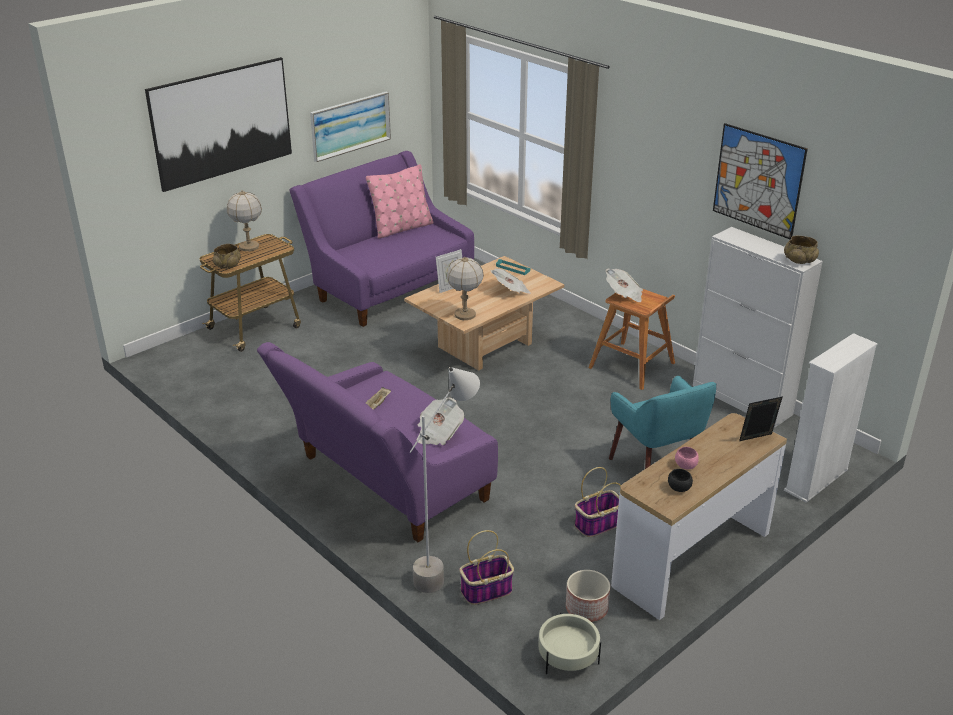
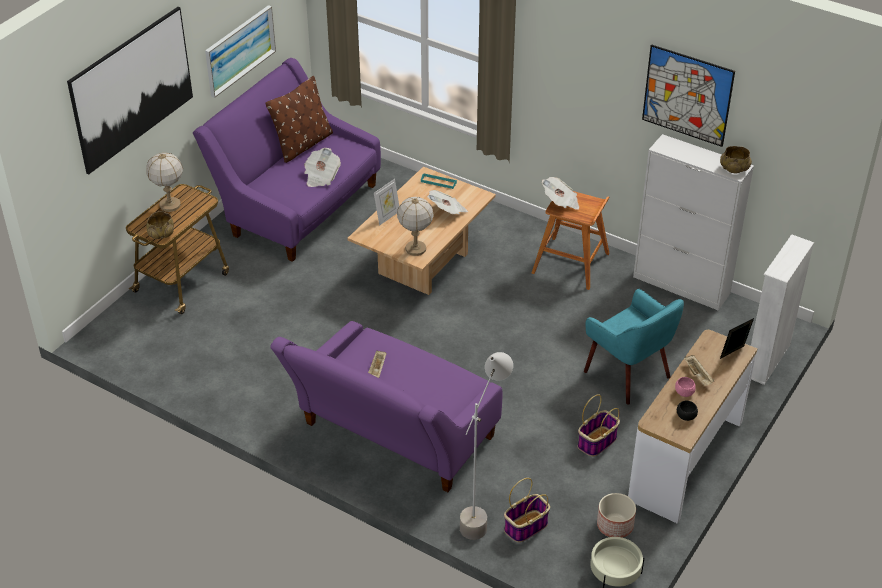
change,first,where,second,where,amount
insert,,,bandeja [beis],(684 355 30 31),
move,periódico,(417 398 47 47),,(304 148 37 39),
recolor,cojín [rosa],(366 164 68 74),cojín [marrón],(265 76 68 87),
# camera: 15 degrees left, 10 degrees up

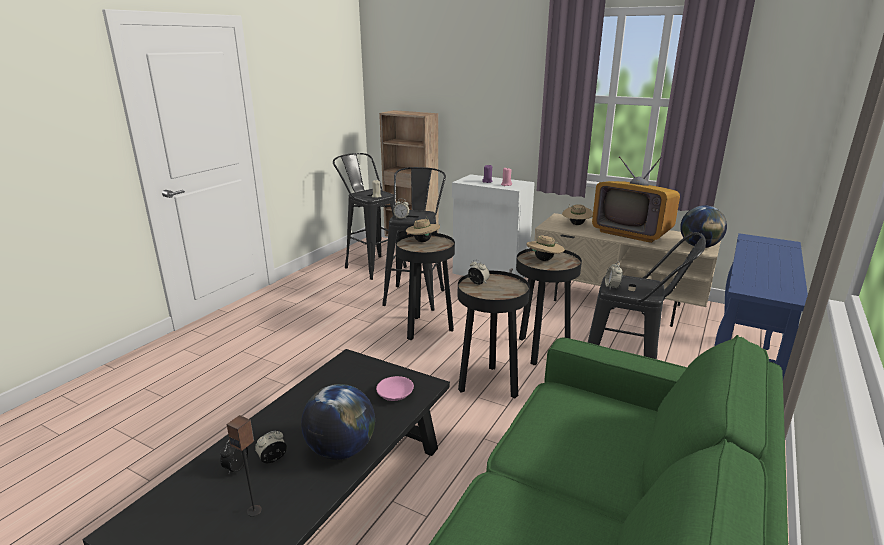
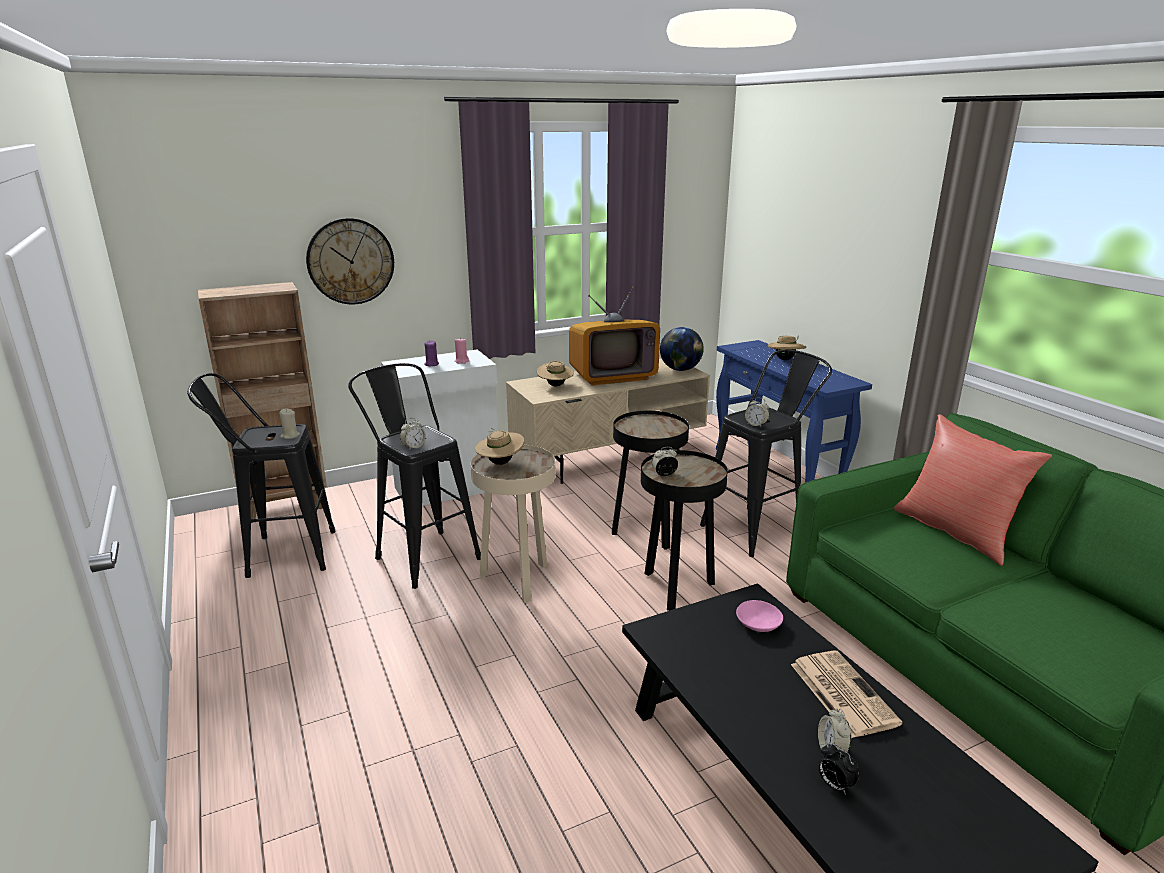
change,first,where,second,where,amount
delete,altavoz,(227 415 35 102),,,
insert,,,reloj de pared,(306 218 88 87),
insert,,,cojín [rojo],(894 414 158 152),
move,sombrero [beis],(526 236 39 25),,(768 335 38 25),
replace,globo terráqueo,(301 384 74 76),periódico,(791 651 112 87),
recolor,mesa auxiliar [negro],(396 233 59 107),mesa auxiliar [beis],(471 445 85 157),
# camera: 55 degrees left, 0 degrees up

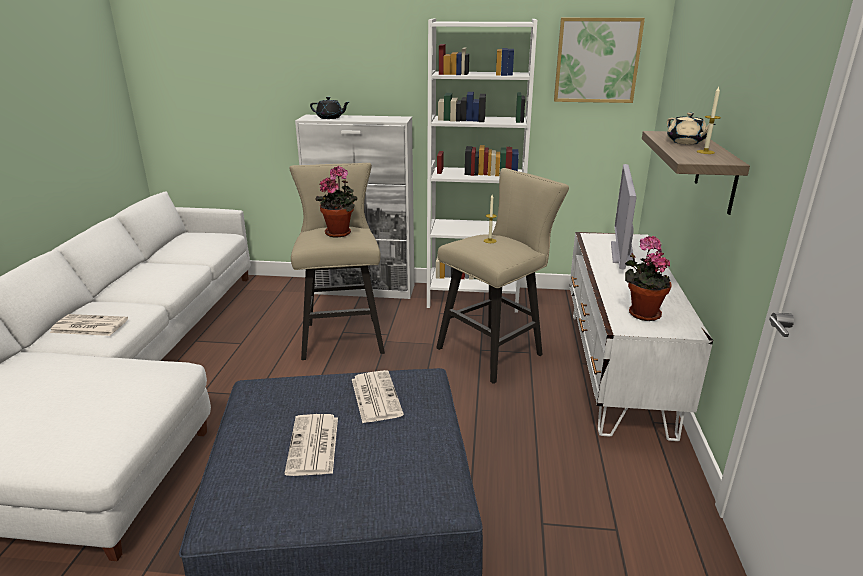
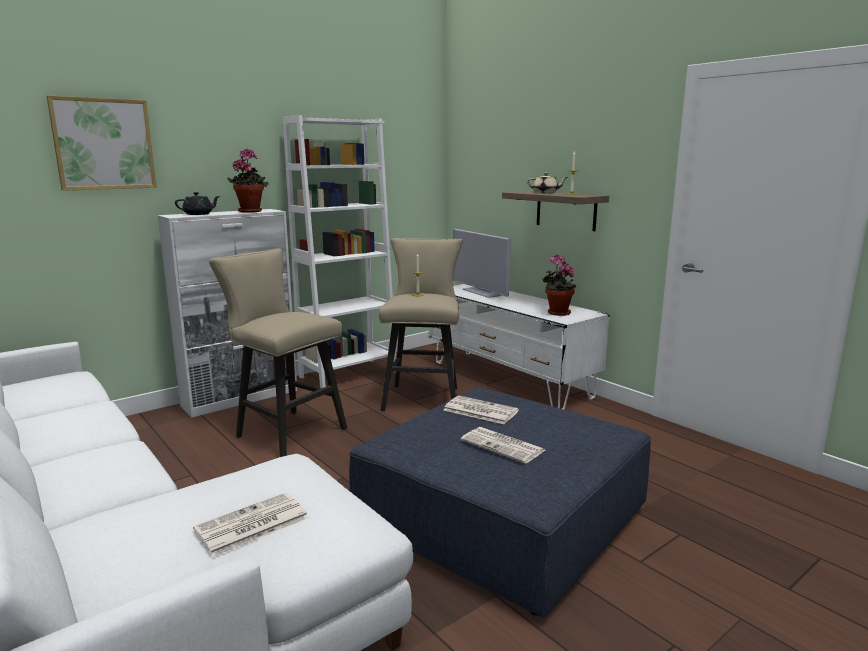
change,first,where,second,where,amount
move,periódico,(50 314 78 22),,(193 493 116 64),
move,planta en maceta,(315 166 42 72),,(227 149 42 64),
move,cuadro,(554 18 91 85),,(47 96 110 95),
# camera: 45 degrees left, 10 degrees down

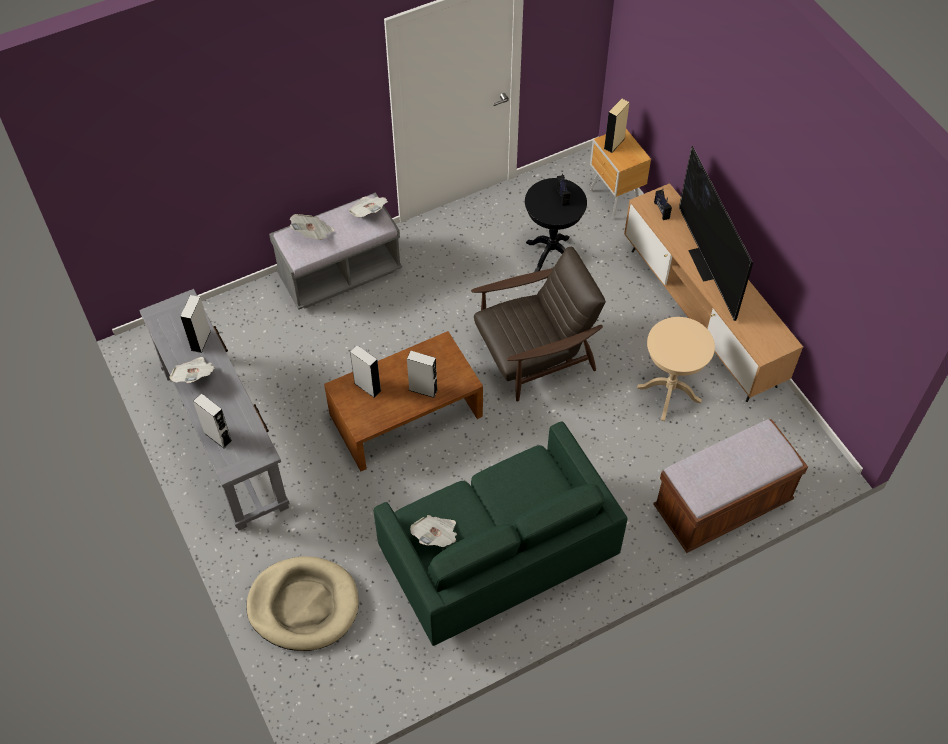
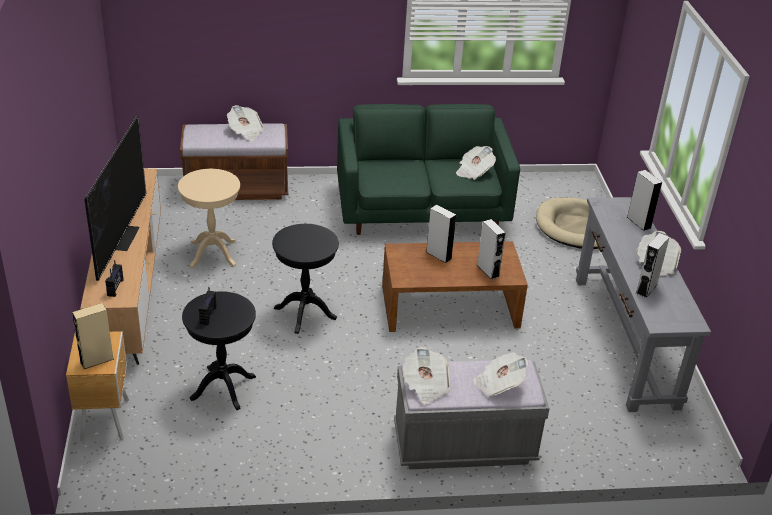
change,first,where,second,where,amount
insert,,,periódico,(227 105 37 36),
replace,sillón [marrón],(471 247 135 155),mesa auxiliar [negro],(272 224 67 110),
# camera: 160 degrees left, 20 degrees down

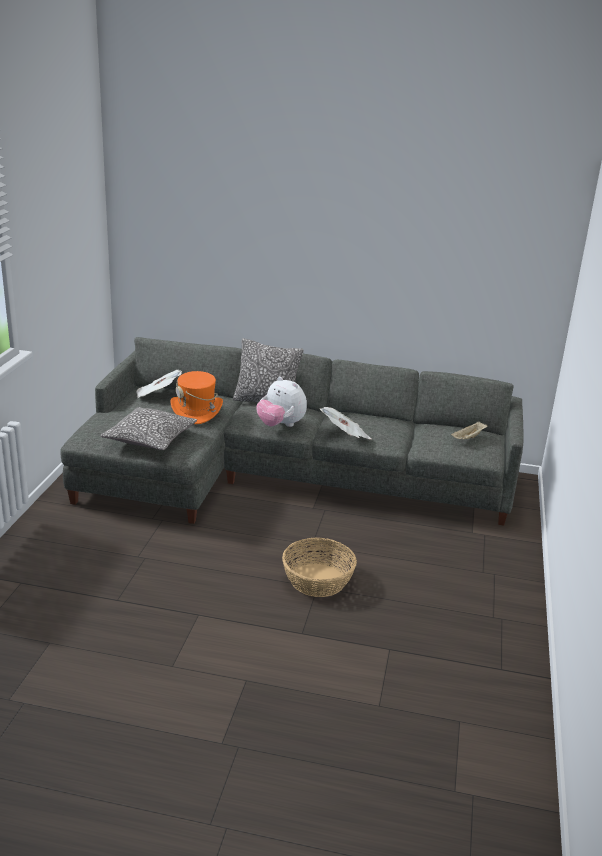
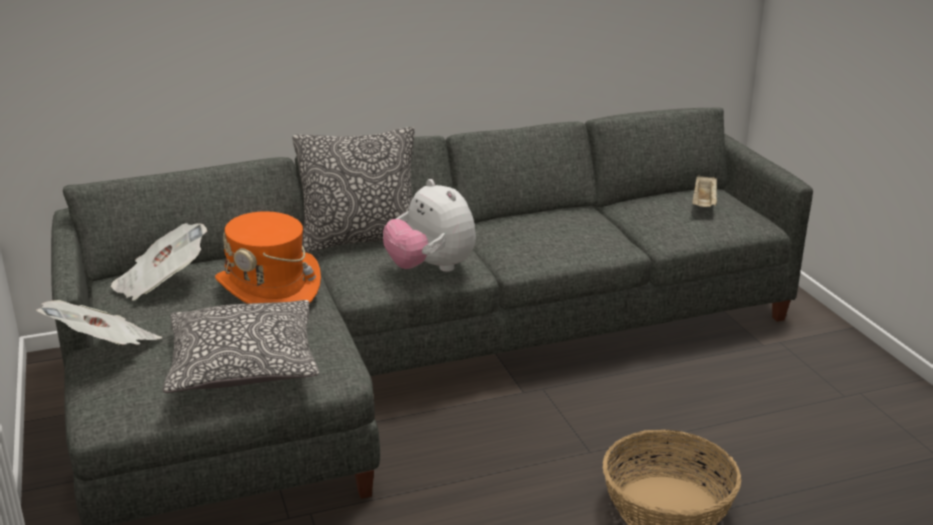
change,first,where,second,where,amount
move,periódico,(320 407 52 32),,(36 300 126 45),
rotate,peluche,(256 377 51 50),,(383 179 93 93),45 degrees clockwise
# camera: 30 degrees left, 0 degrees up

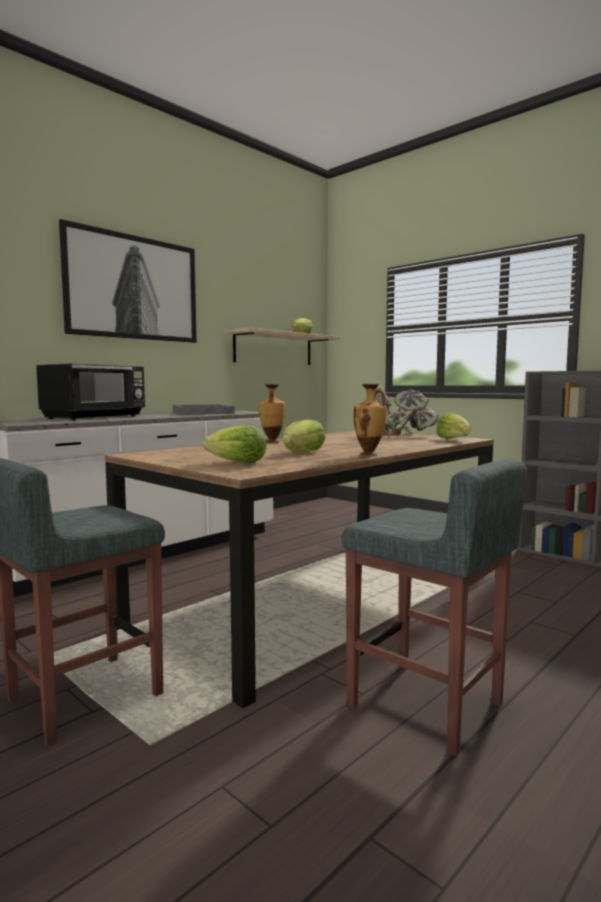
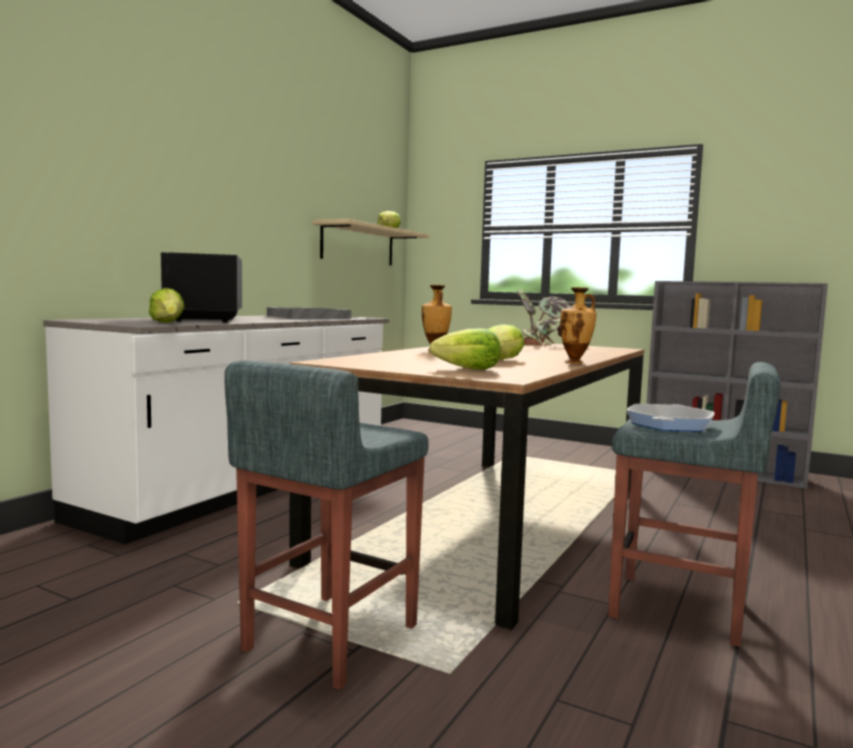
change,first,where,second,where,amount
delete,cuadro,(59 219 138 124),,,
insert,,,sartén,(627 404 88 28),
move,lechuga,(436 413 35 26),,(149 288 36 35),
rotate,microondas [negro],(36 364 109 56),,(160 252 82 70),150 degrees clockwise
# camera: 15 degrees left, 0 degrees up

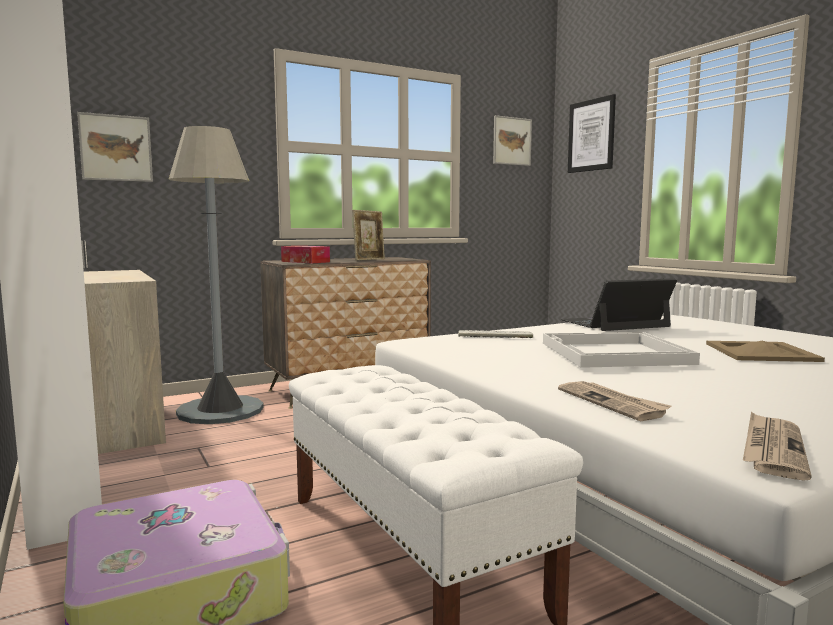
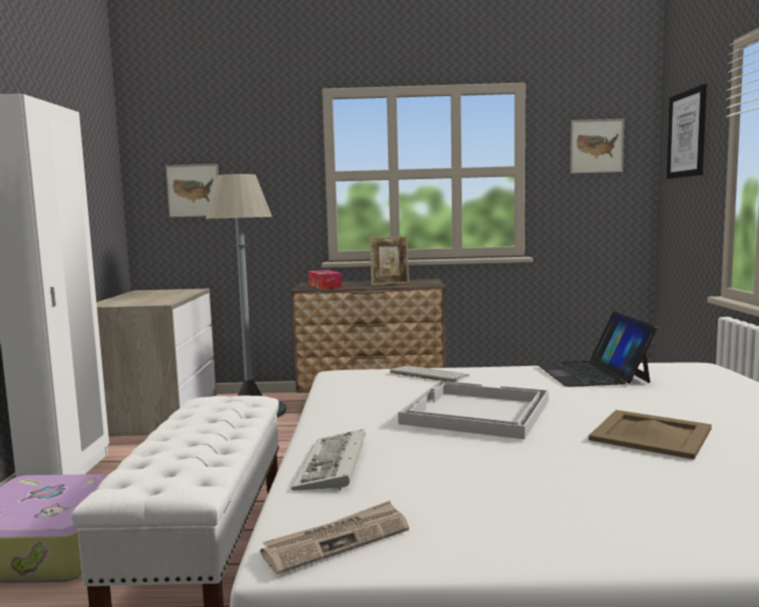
change,first,where,second,where,amount
replace,periódico,(558 381 113 40),teclado,(291 429 75 62),
rotate,portátil,(561 279 116 52),,(536 311 122 76),105 degrees counterclockwise
# camera: 30 degrees right, 0 degrees up

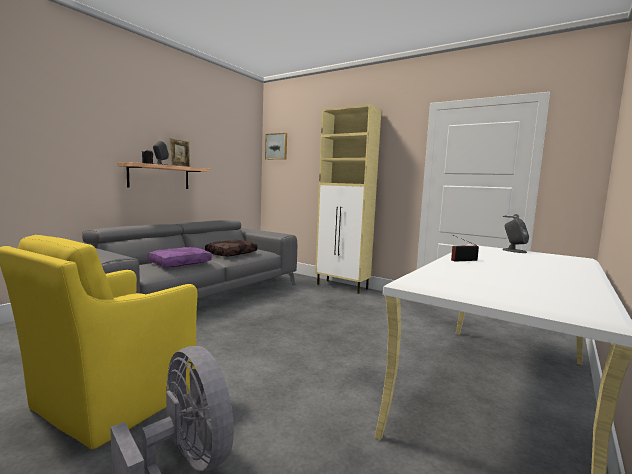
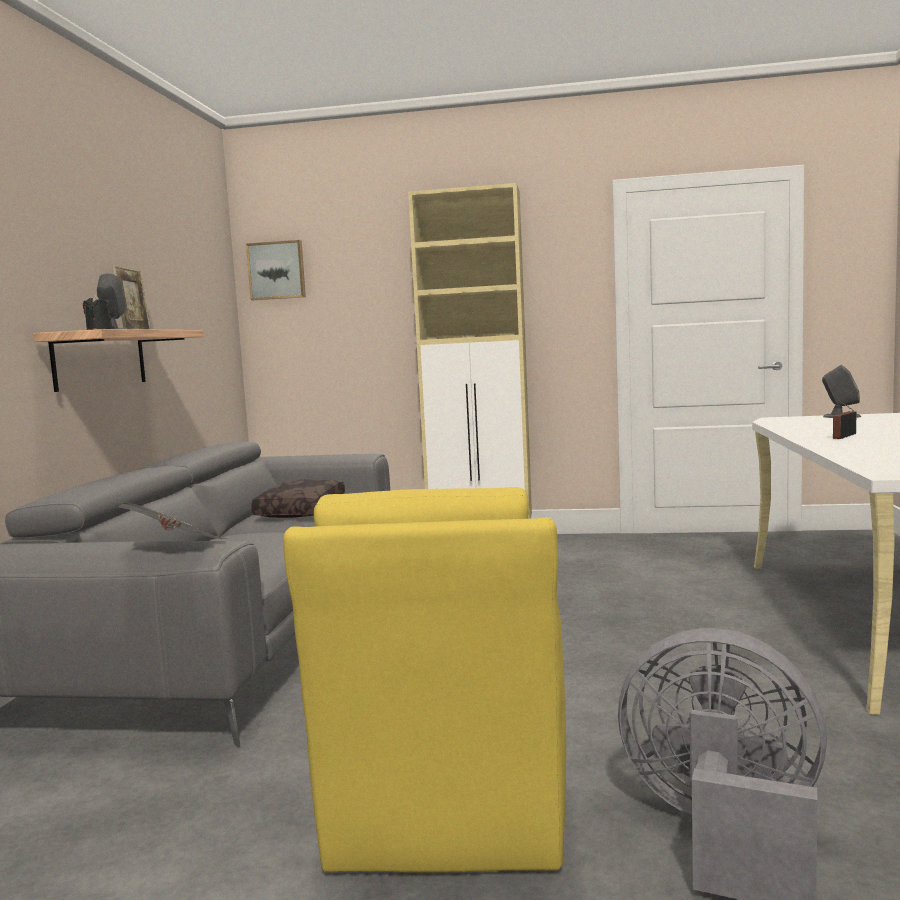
change,first,where,second,where,amount
delete,cojín [morado],(148 247 64 20),,,
insert,,,periódico,(118 502 109 37),
# camera: 25 degrees left, 0 degrees up

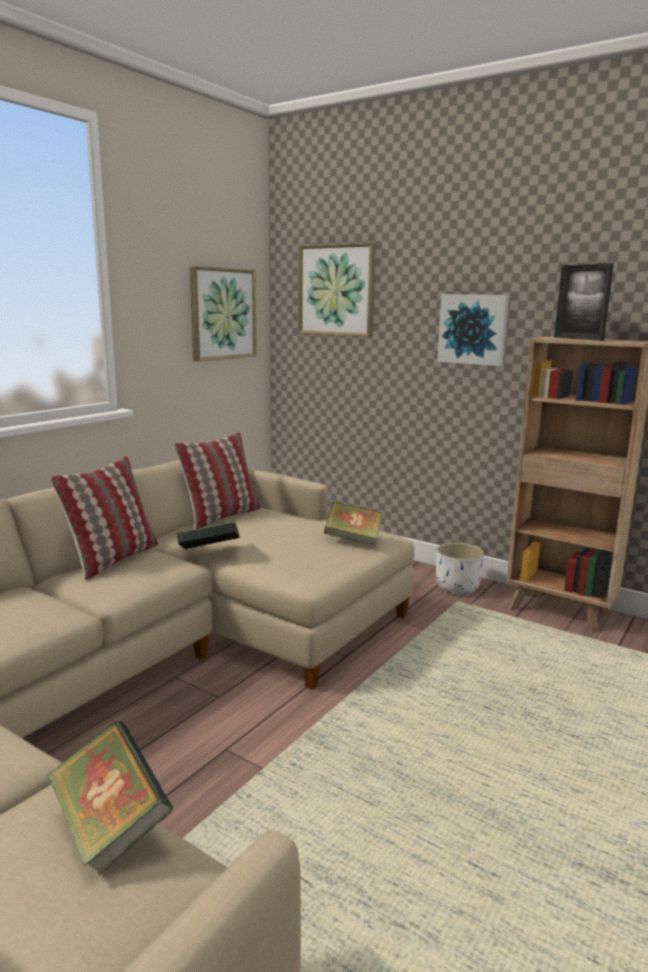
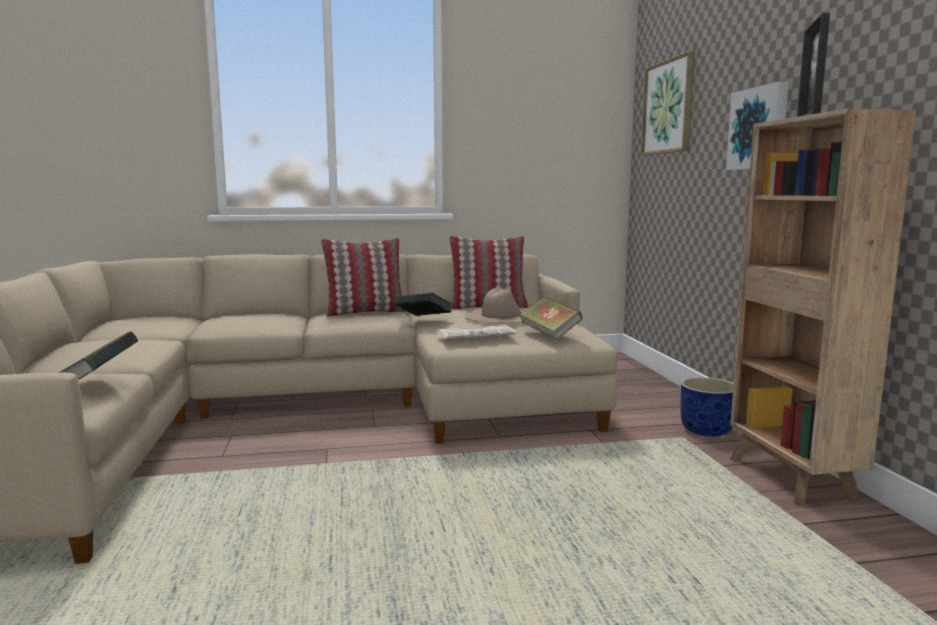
change,first,where,second,where,amount
delete,cuadro,(190 266 67 96),,,
insert,,,periódico,(436 325 80 14),
insert,,,sombrero [beis],(465 288 59 35),
recolor,maceta [blanco],(436 543 48 52),maceta [azul],(681 377 52 59),
# camera: 45 degrees right, 5 degrees down

